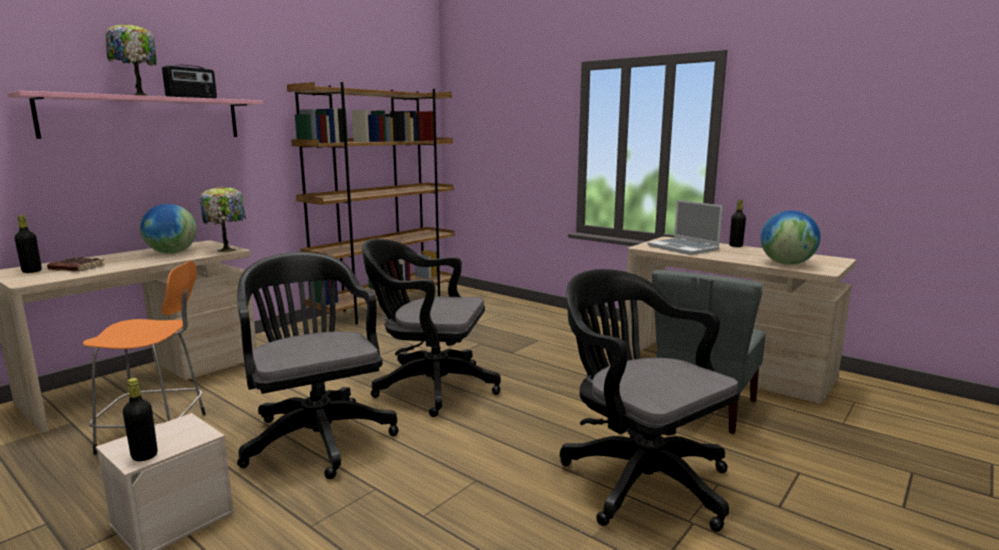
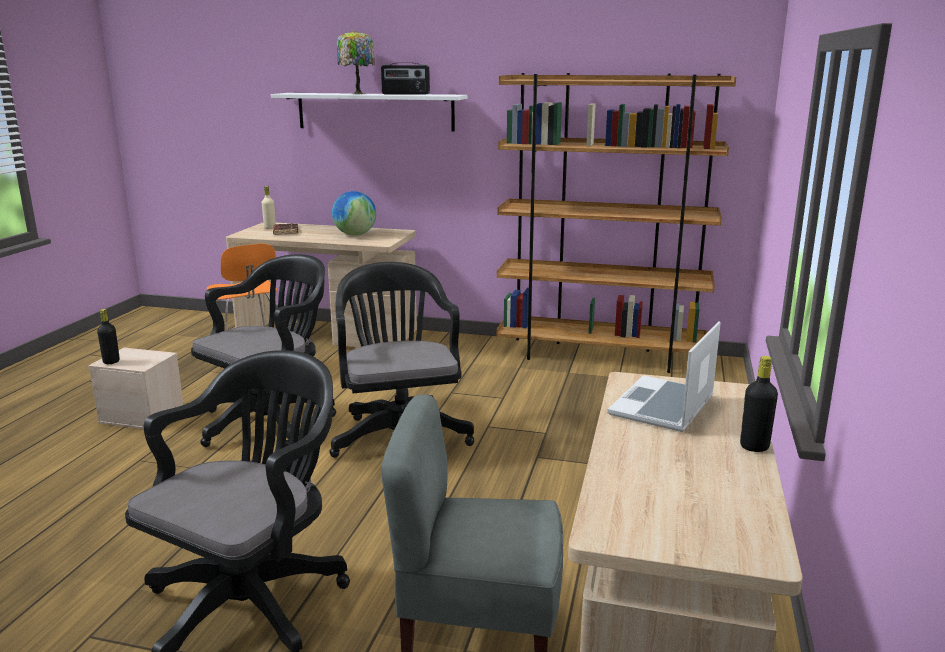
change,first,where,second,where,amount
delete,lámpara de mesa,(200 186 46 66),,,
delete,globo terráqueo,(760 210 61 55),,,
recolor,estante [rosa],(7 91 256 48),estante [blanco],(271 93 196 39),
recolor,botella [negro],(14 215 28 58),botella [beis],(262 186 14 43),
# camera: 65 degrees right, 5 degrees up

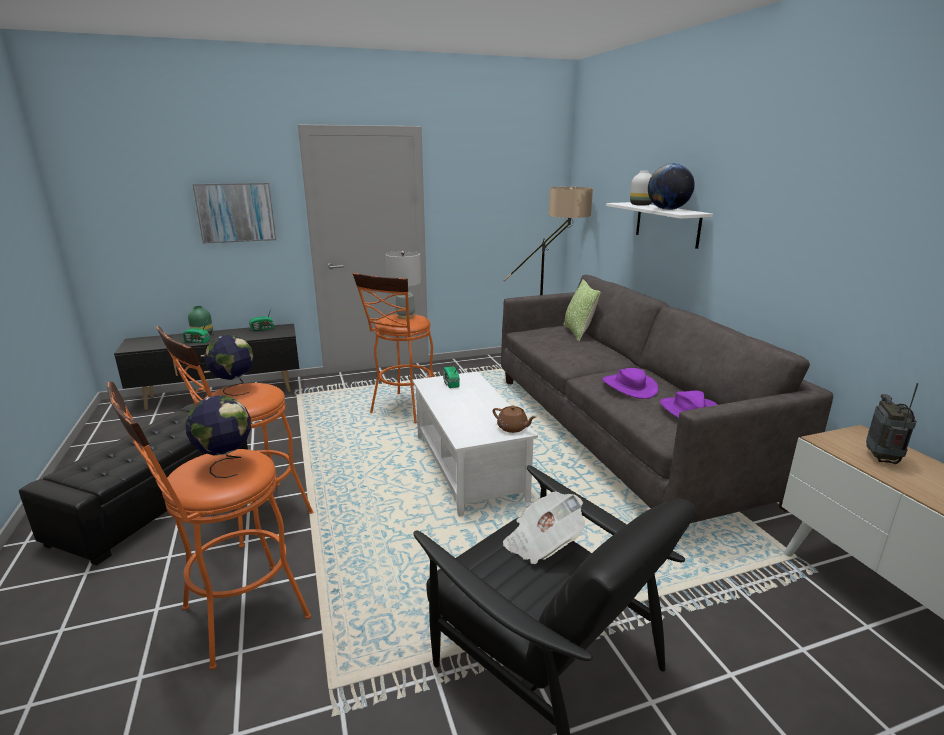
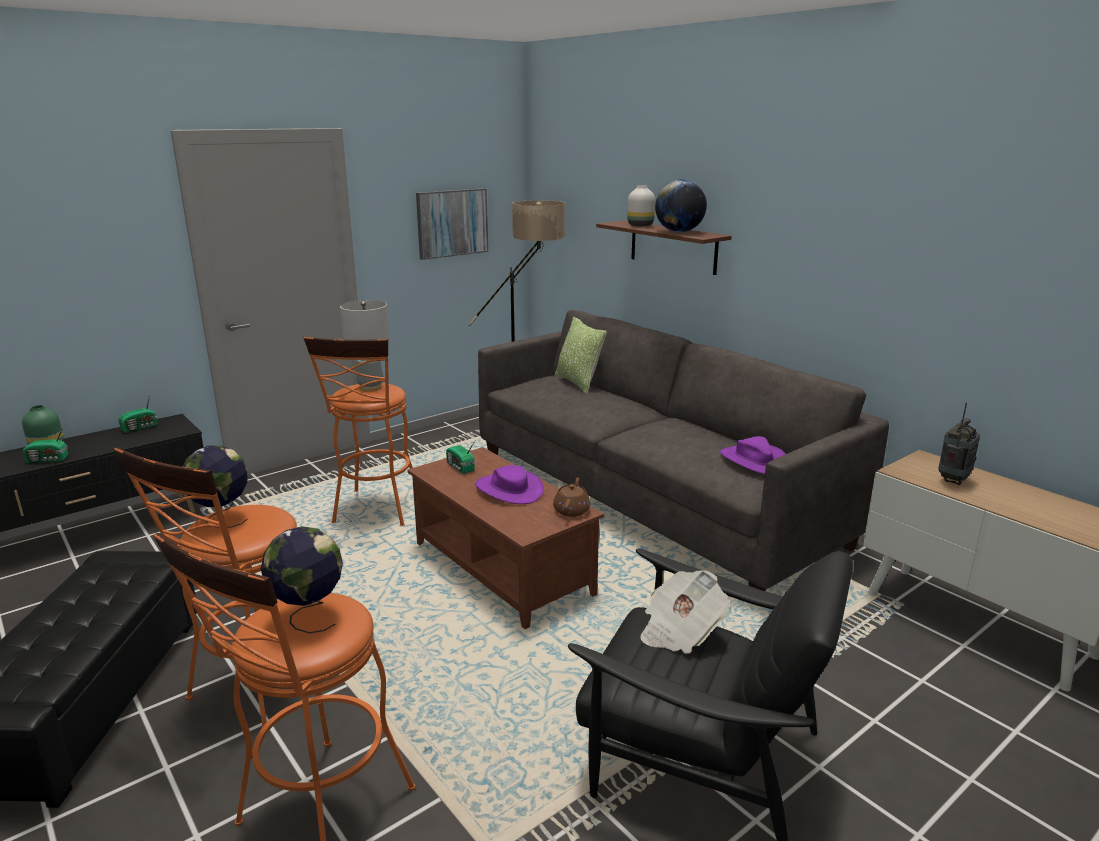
change,first,where,second,where,amount
move,cuadro,(193 183 83 61),,(416 188 72 72),
move,sombrero [morado],(602 368 57 31),,(475 465 69 39),
recolor,mesa de centro [blanco],(413 371 125 146),mesa de centro [marrón],(407 447 197 182),
recolor,estante [blanco],(606 202 107 47),estante [marrón],(596 221 136 54),
rotate,tetera [marrón],(493 406 43 27),,(553 477 37 40),90 degrees counterclockwise
rotate,radio,(866 383 52 81),,(938 402 42 83),45 degrees clockwise
# camera: 20 degrees left, 0 degrees up

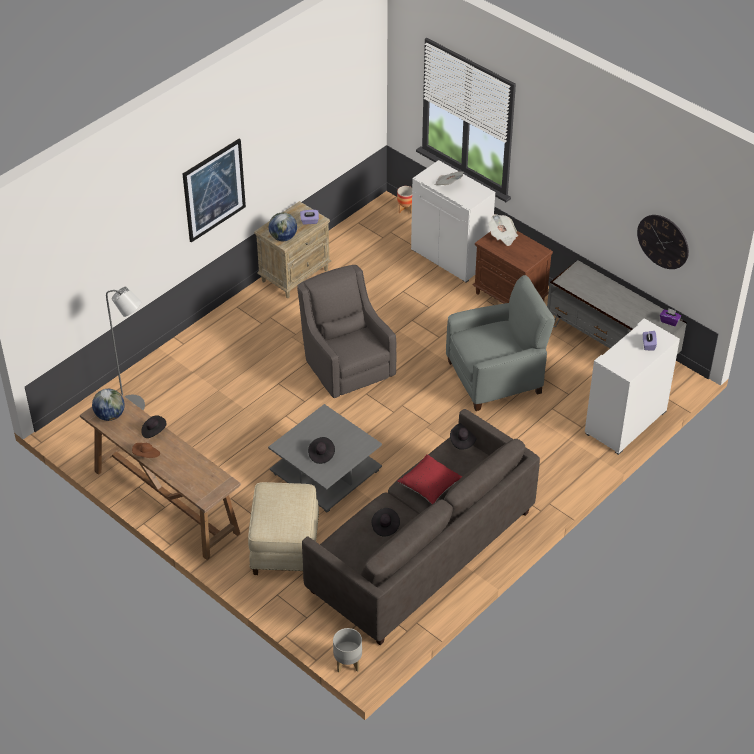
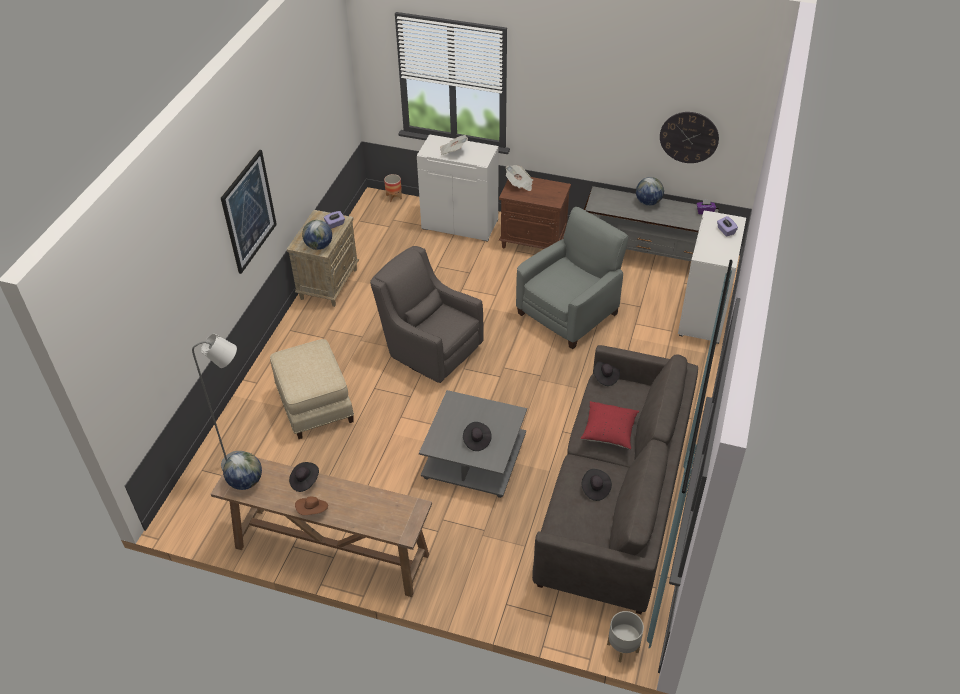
change,first,where,second,where,amount
insert,,,globo terráqueo,(636 177 28 29),
move,puf [beis],(248 482 71 93),,(270 339 84 100),
# camera: 25 degrees left, 0 degrees up

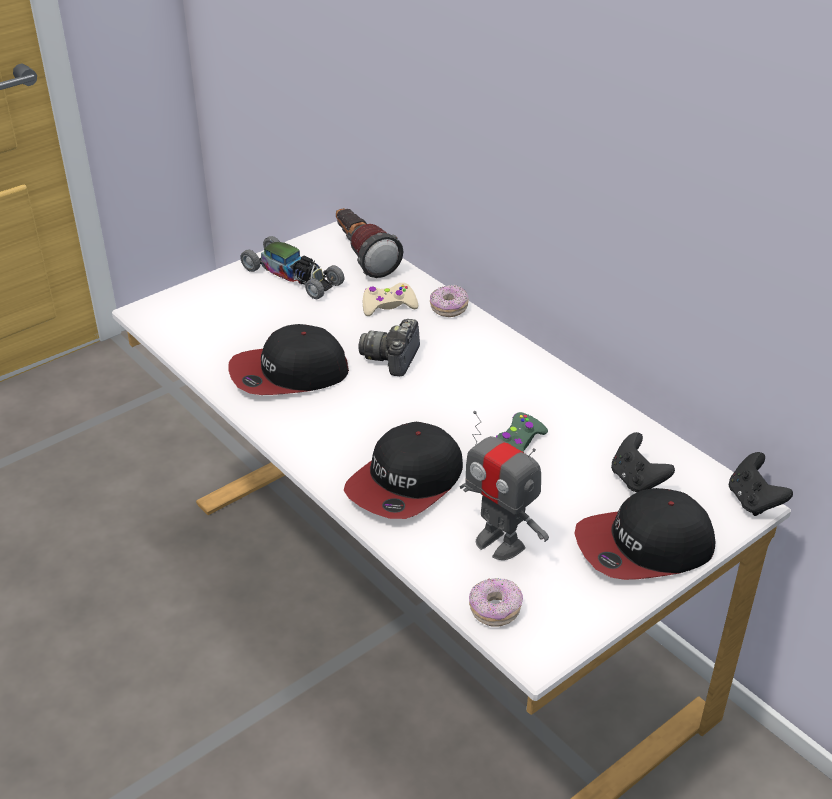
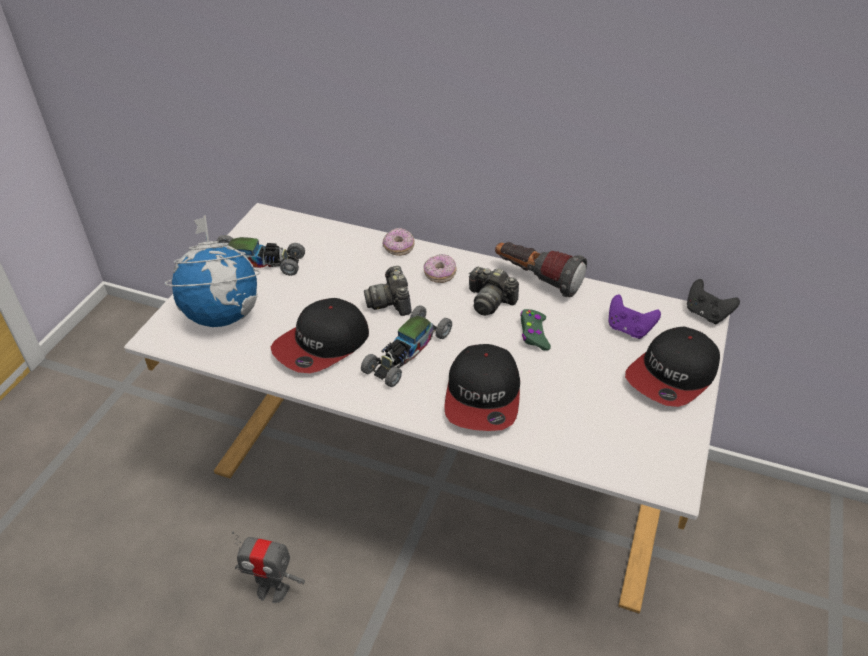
change,first,where,second,where,amount
delete,mando de consola [beis],(363 283 55 33),,,
insert,,,globo terráqueo,(165 216 96 111),
insert,,,coche de juguete,(361 305 91 82),
insert,,,cámara,(469 267 50 49),
move,linterna,(336 208 68 70),,(495 242 92 56),
move,robot de juguete,(460 411 89 149),,(232 532 73 71),
move,rosquilla,(469 578 54 49),,(424 254 32 29),
recolor,mando de consola [negro],(611 432 64 60),mando de consola [morado],(609 294 52 45),
# camera: 30 degrees left, 5 degrees up

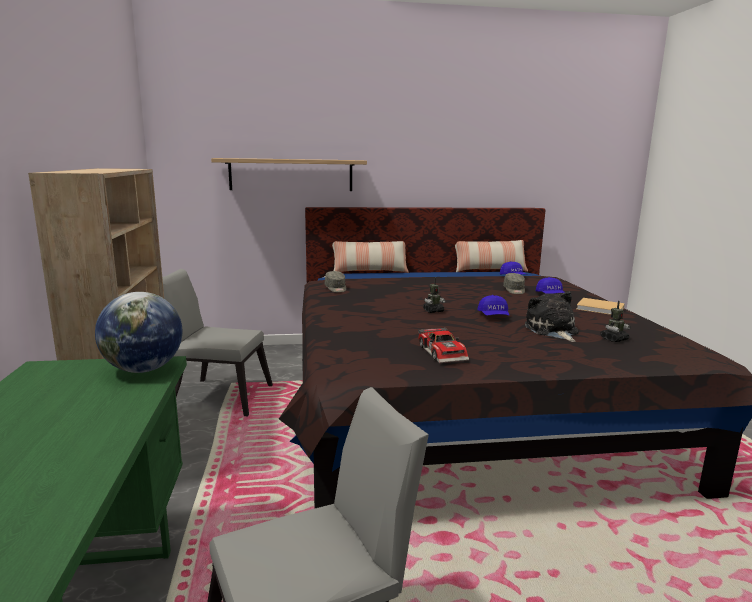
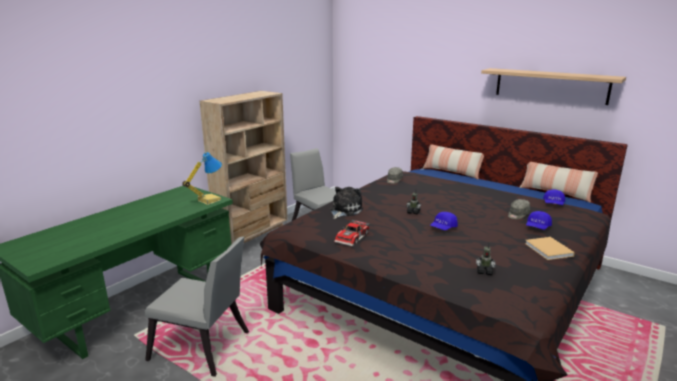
change,first,where,second,where,amount
move,estante,(211 158 156 33),,(481 68 145 37),
move,peluche,(525 292 54 50),,(330 187 33 32),
replace,globo terráqueo,(95 292 87 81),lámpara de mesa,(182 152 40 53),
# camera: 45 degrees right, 5 degrees up

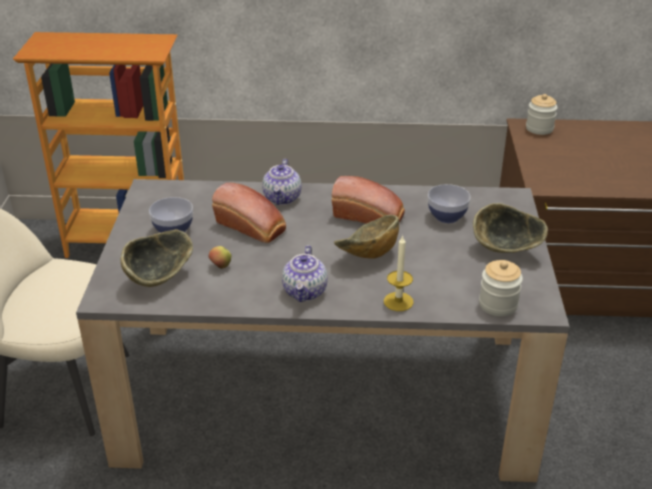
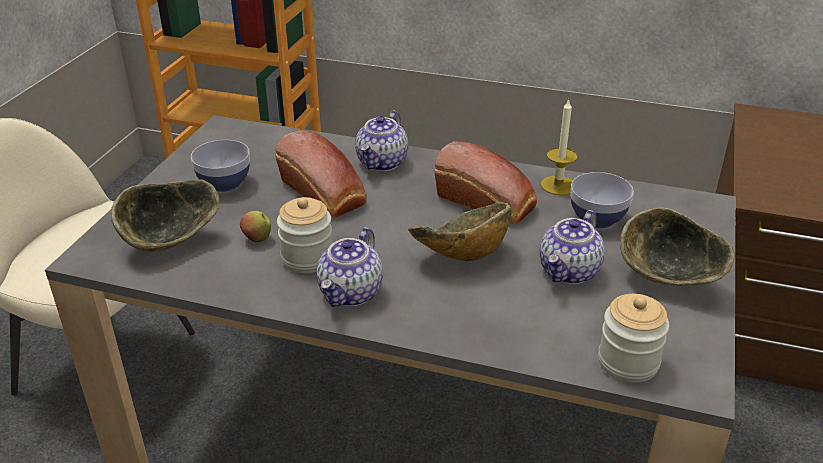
change,first,where,second,where,amount
insert,,,tetera,(539 210 66 74),
move,vela,(384 235 30 76),,(541 99 37 96),
move,tarro,(526 94 32 41),,(277 197 55 76),
# camera: 15 degrees right, 0 degrees up

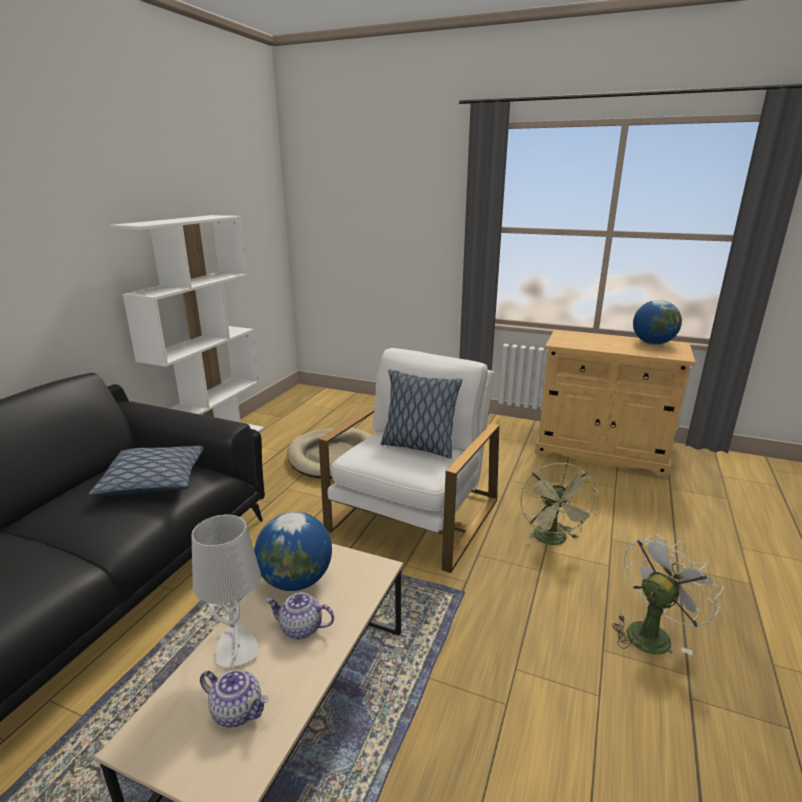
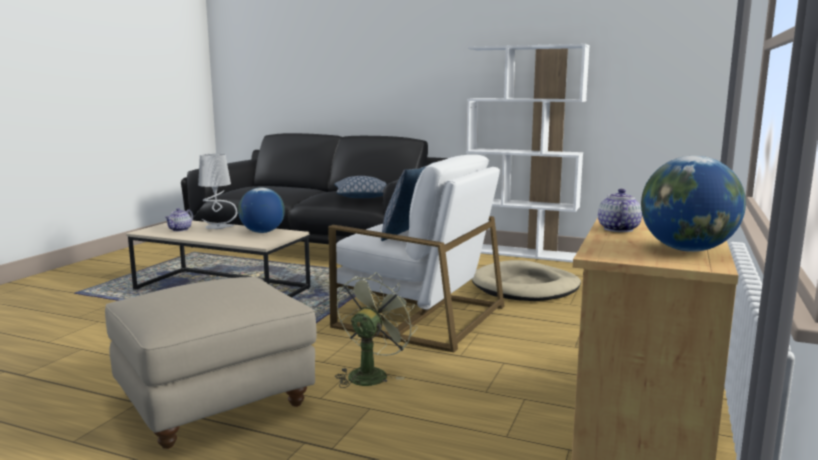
change,first,where,second,where,amount
move,tetera,(266 592 68 47),,(598 189 44 43),
replace,ventilador [blanco],(612 532 112 123),puf [beis],(105 276 212 173),
rotate,ventilador [verde],(520 462 79 83),,(335 272 82 116),120 degrees clockwise
# camera: 90 degrees right, 10 degrees down

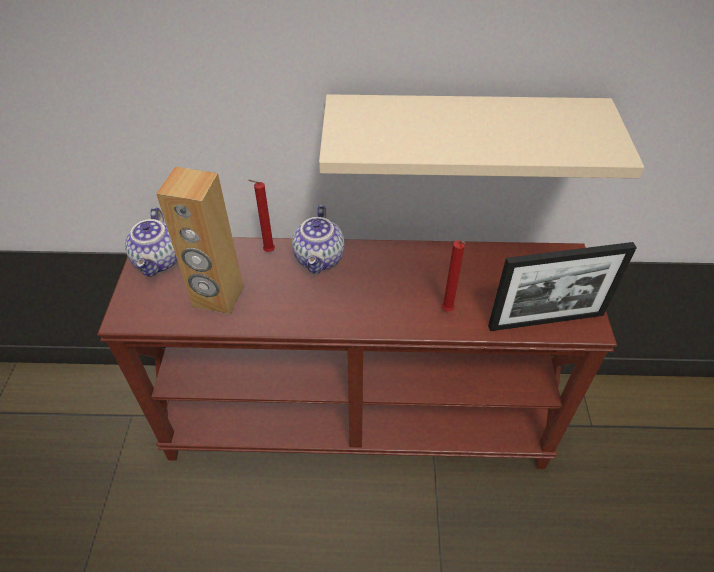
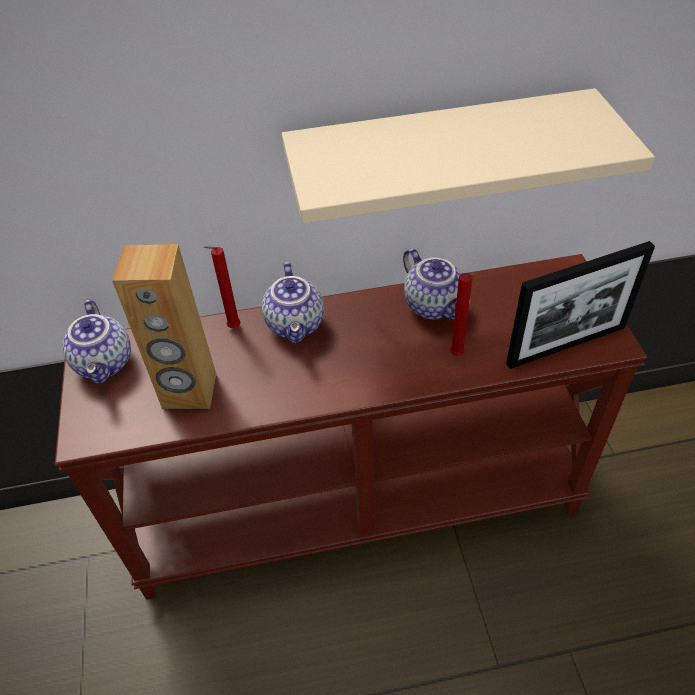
change,first,where,second,where,amount
insert,,,tetera,(403 248 67 72),
# camera: 10 degrees left, 0 degrees up

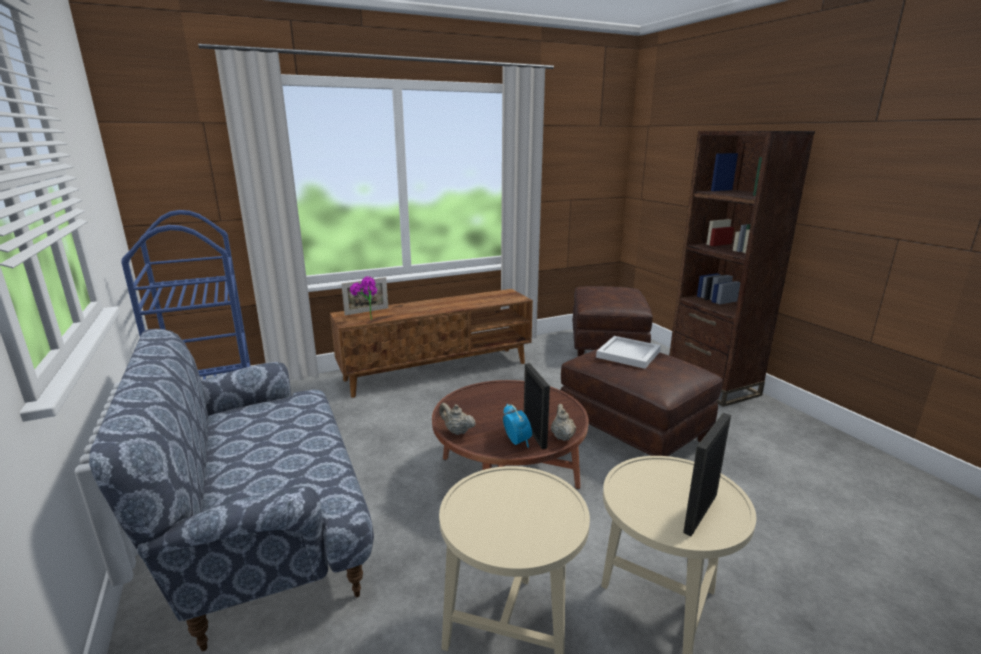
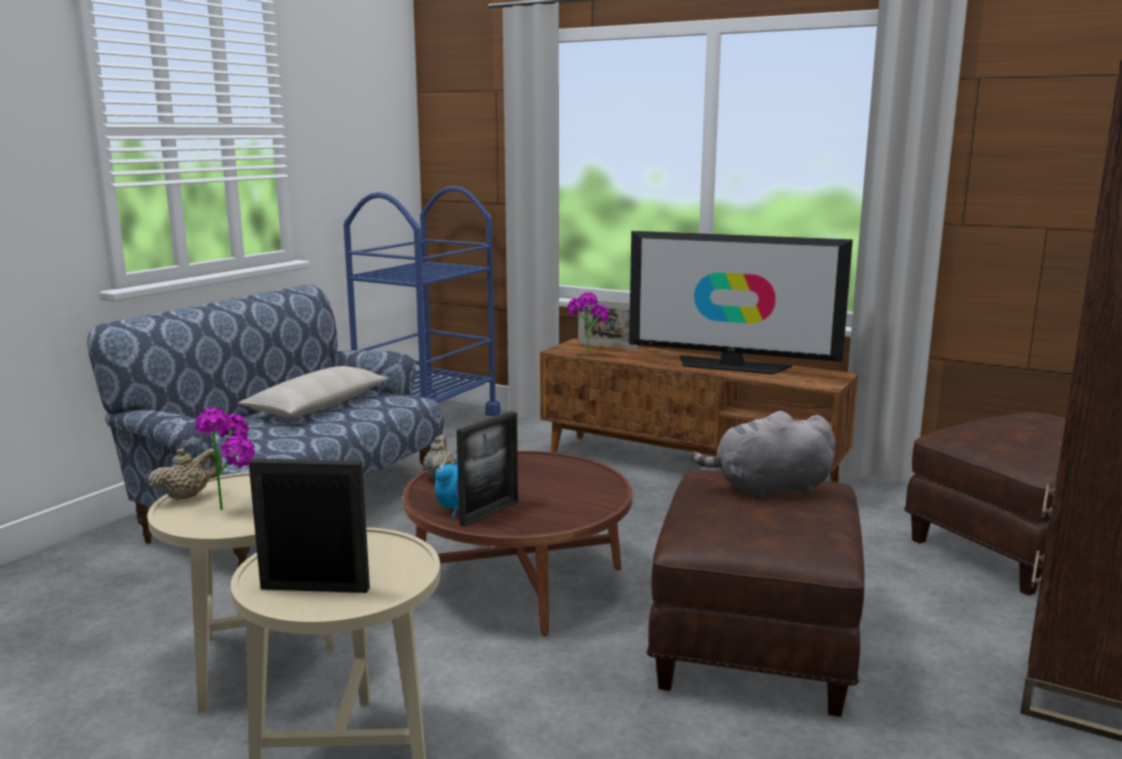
change,first,where,second,where,amount
insert,,,planta en maceta,(195 408 60 102),
insert,,,cojín [beis],(239 366 150 52),
insert,,,televisor,(629 231 224 144),
move,tetera [beis],(551 404 25 37),,(147 448 75 52),
replace,bandeja [blanco],(596 336 65 33),peluche [gris],(690 411 146 88),
# camera: 55 degrees right, 5 degrees down

